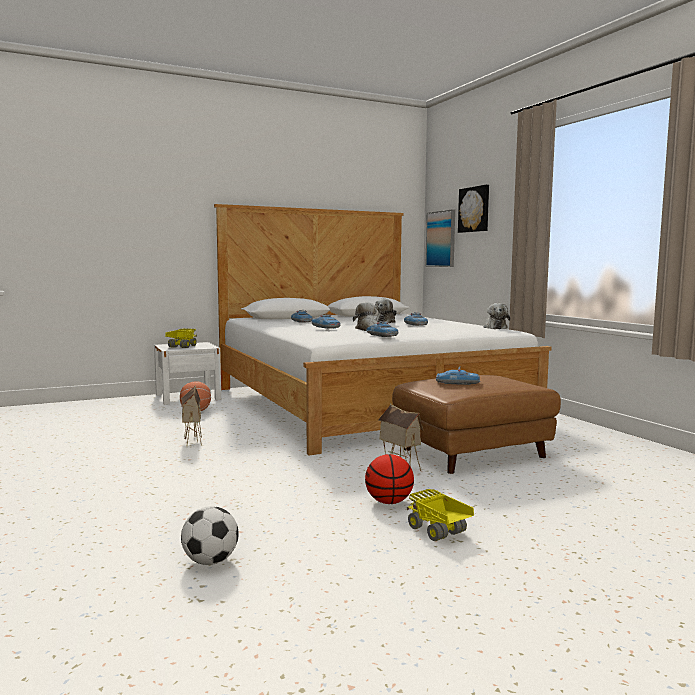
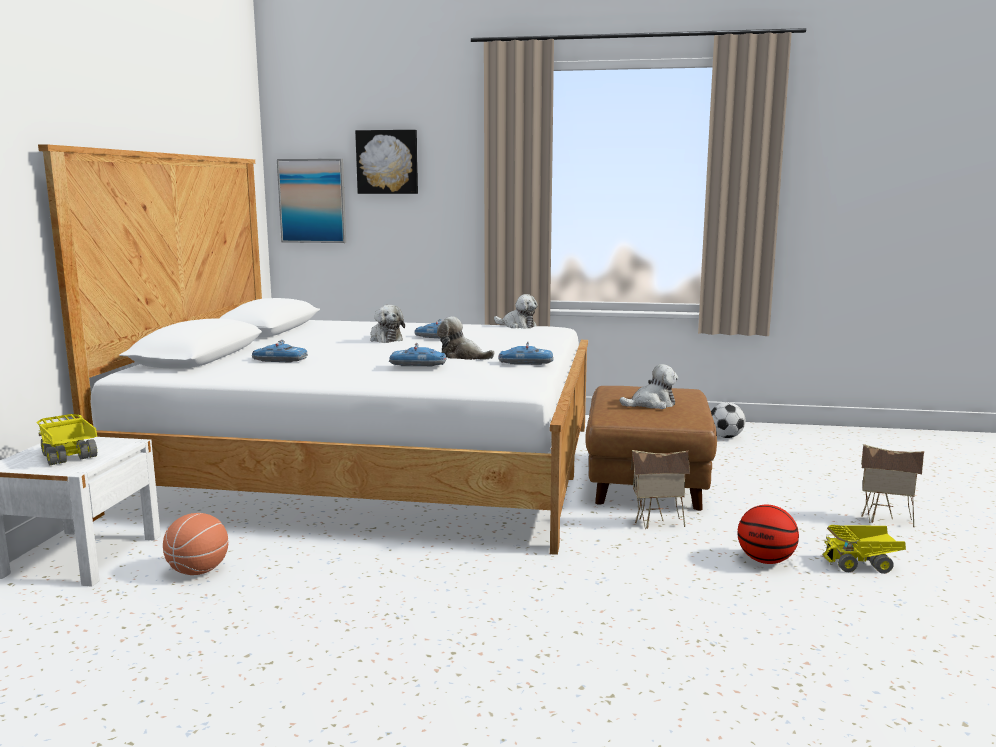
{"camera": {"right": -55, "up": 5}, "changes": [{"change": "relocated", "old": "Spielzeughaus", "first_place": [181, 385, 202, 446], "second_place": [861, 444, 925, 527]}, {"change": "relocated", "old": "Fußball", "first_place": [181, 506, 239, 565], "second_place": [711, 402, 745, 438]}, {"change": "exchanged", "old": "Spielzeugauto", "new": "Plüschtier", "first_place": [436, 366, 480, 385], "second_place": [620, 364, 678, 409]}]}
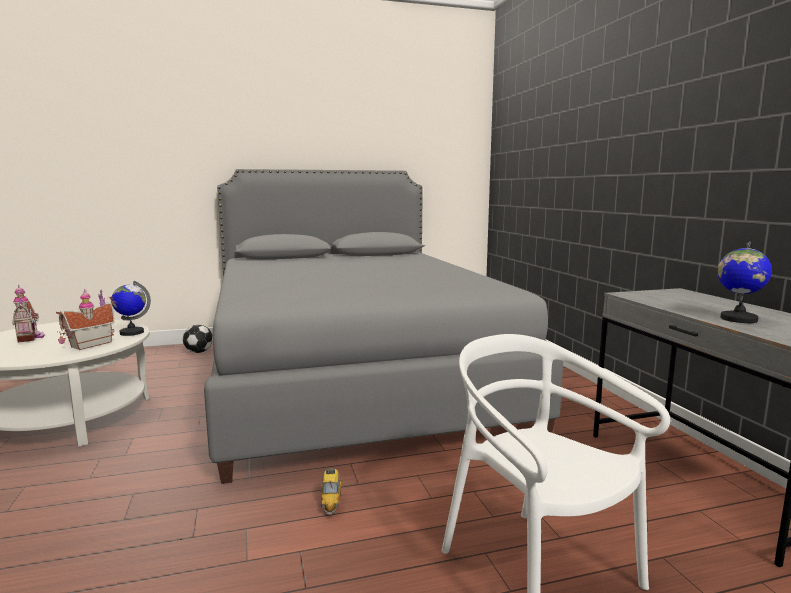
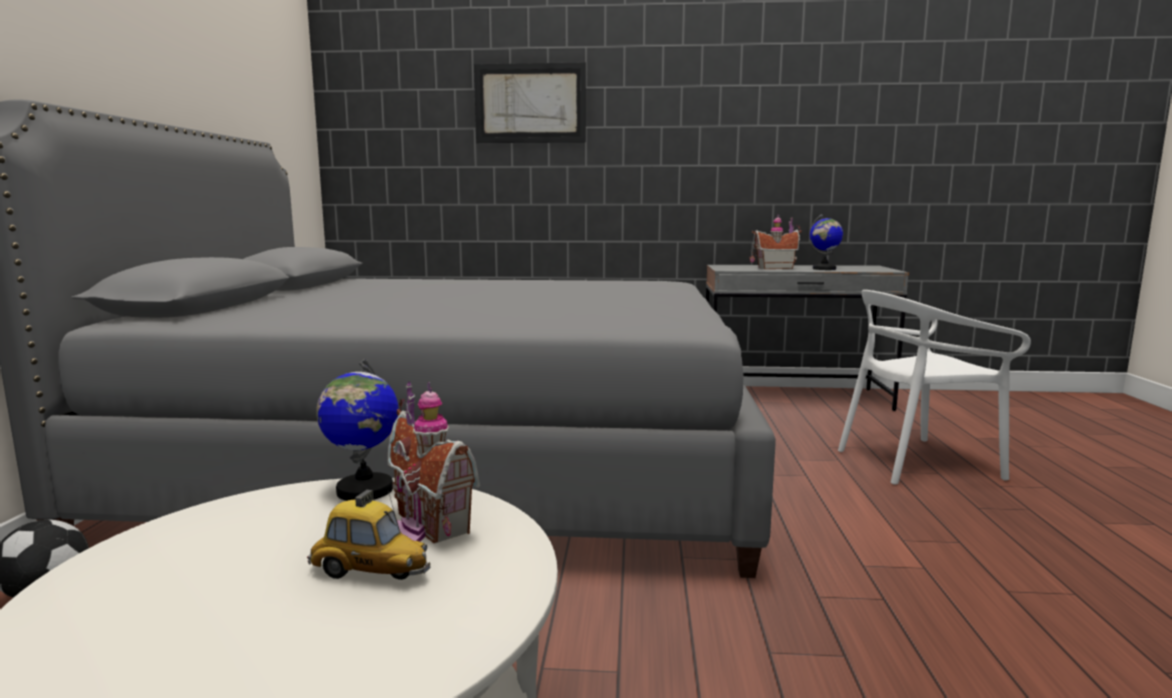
{"camera": {"right": -70, "up": 0}, "changes": [{"change": "relocated", "old": "Spielzeughaus", "first_place": [12, 285, 45, 343], "second_place": [750, 218, 802, 269]}, {"change": "relocated", "old": "Spielzeugauto", "first_place": [320, 468, 342, 515], "second_place": [307, 490, 430, 580]}, {"change": "appeared", "new": "Bild", "second_place": [474, 62, 586, 143]}]}
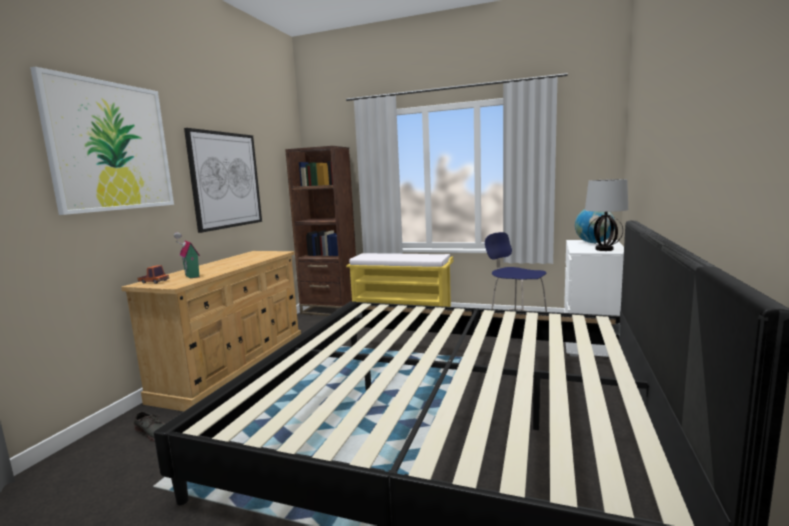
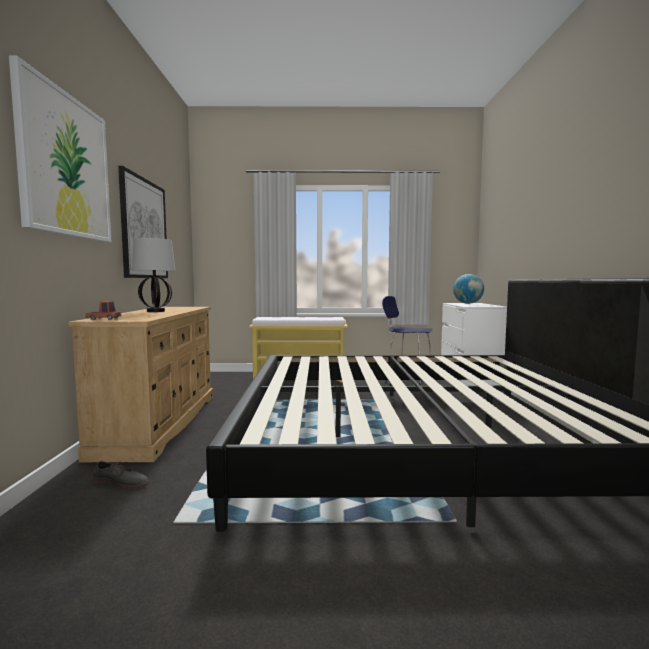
{"camera": {"right": -20, "up": -5}, "changes": [{"change": "missing", "old": "Spielzeughaus", "first_place": [174, 232, 200, 279]}, {"change": "missing", "old": "Bücherregal/braun", "first_place": [285, 146, 356, 316]}, {"change": "relocated", "old": "Tischlampe", "first_place": [585, 179, 628, 251], "second_place": [132, 238, 176, 312]}]}
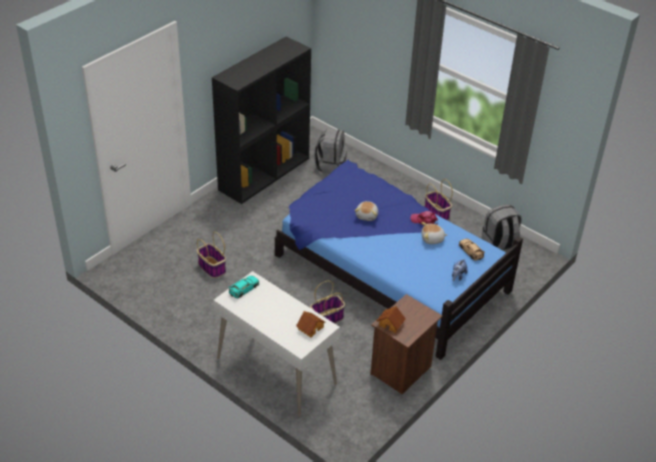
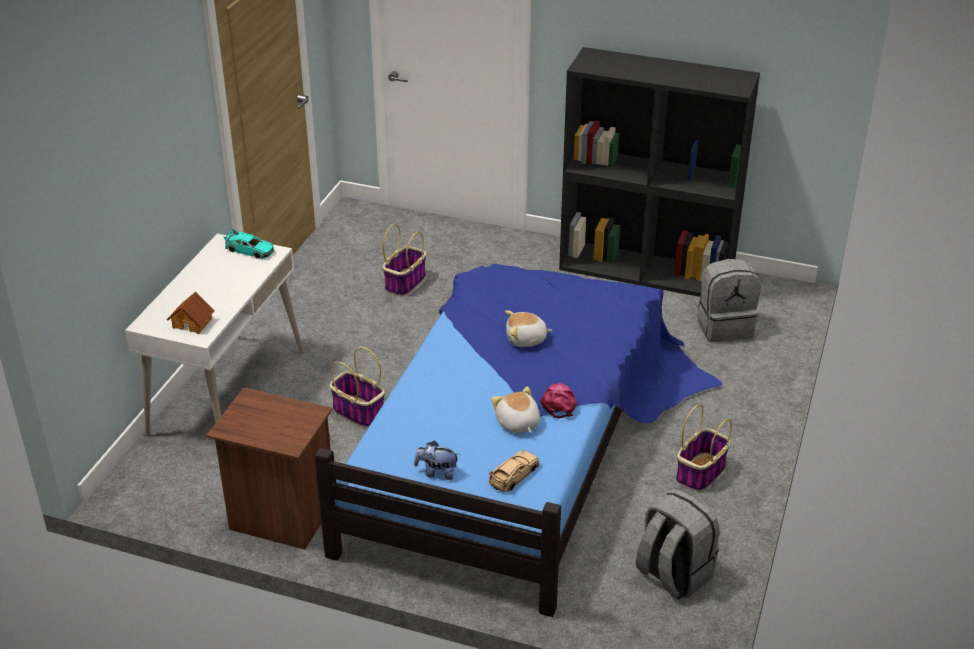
{"camera": {"right": 70, "up": -5}, "changes": [{"change": "missing", "old": "Spielzeughaus", "first_place": [377, 306, 406, 333]}]}
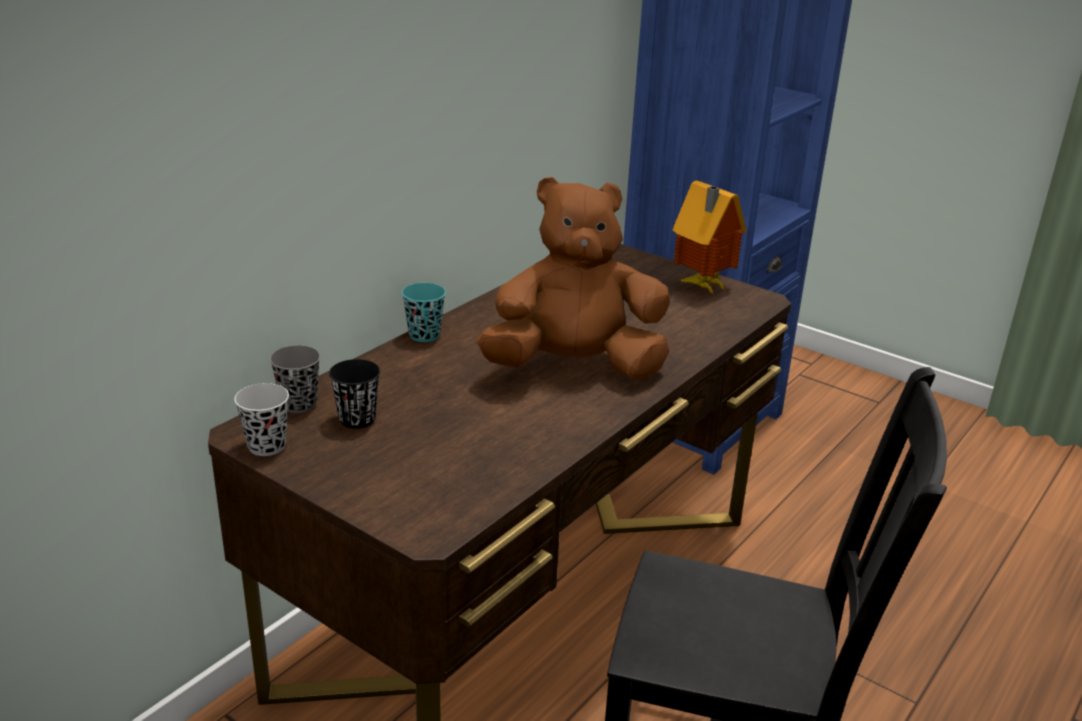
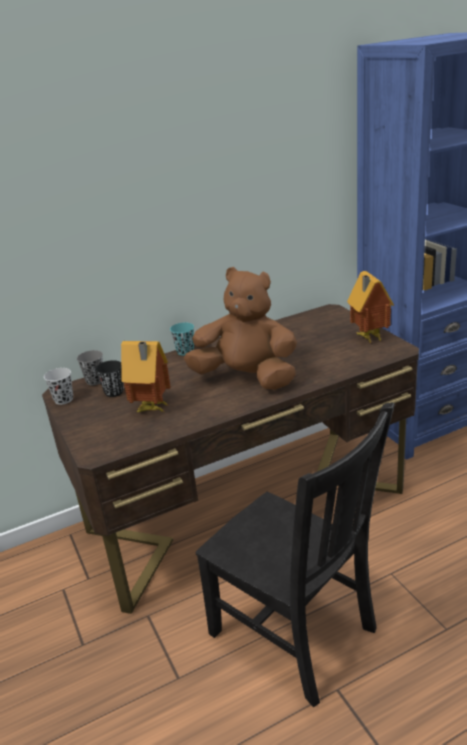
{"camera": {"right": 30, "up": 0}, "changes": [{"change": "appeared", "new": "Spielzeughaus", "second_place": [121, 341, 171, 412]}]}
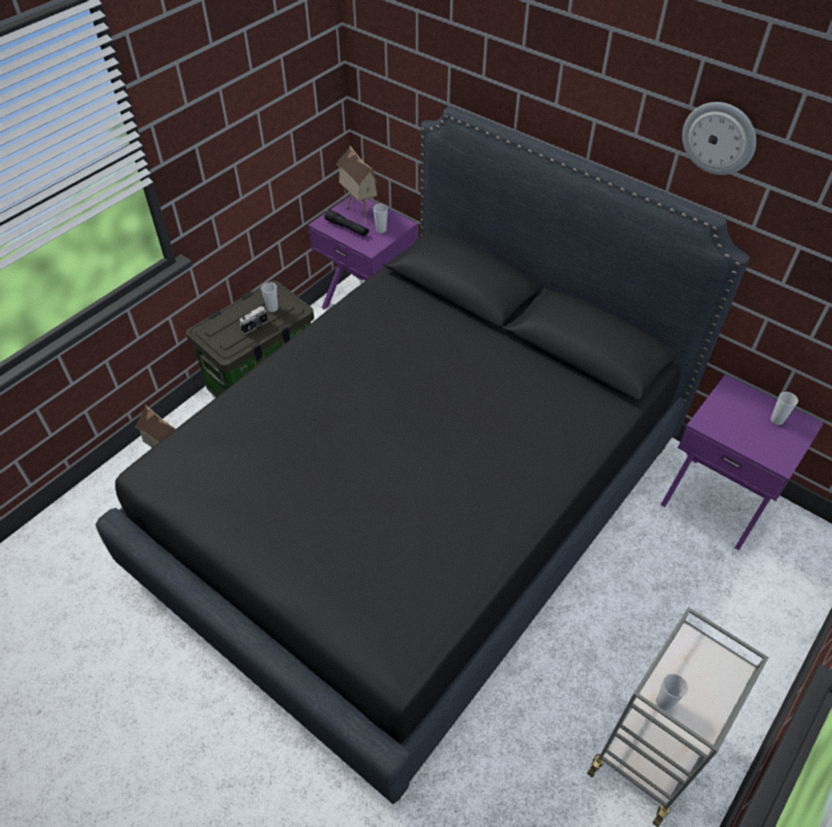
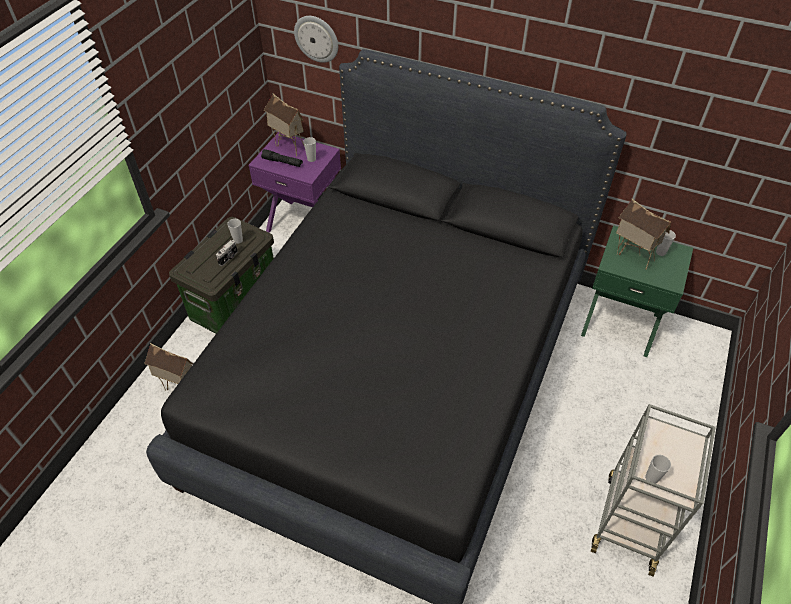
{"camera": {"right": -15, "up": 0}, "changes": [{"change": "colour", "old": "Nachttisch/lila", "new": "Nachttisch/grün", "first_place": [661, 374, 824, 550], "second_place": [581, 225, 693, 357]}, {"change": "relocated", "old": "Wanduhr", "first_place": [682, 102, 756, 175], "second_place": [294, 16, 338, 63]}, {"change": "appeared", "new": "Spielzeughaus", "second_place": [616, 199, 671, 270]}]}
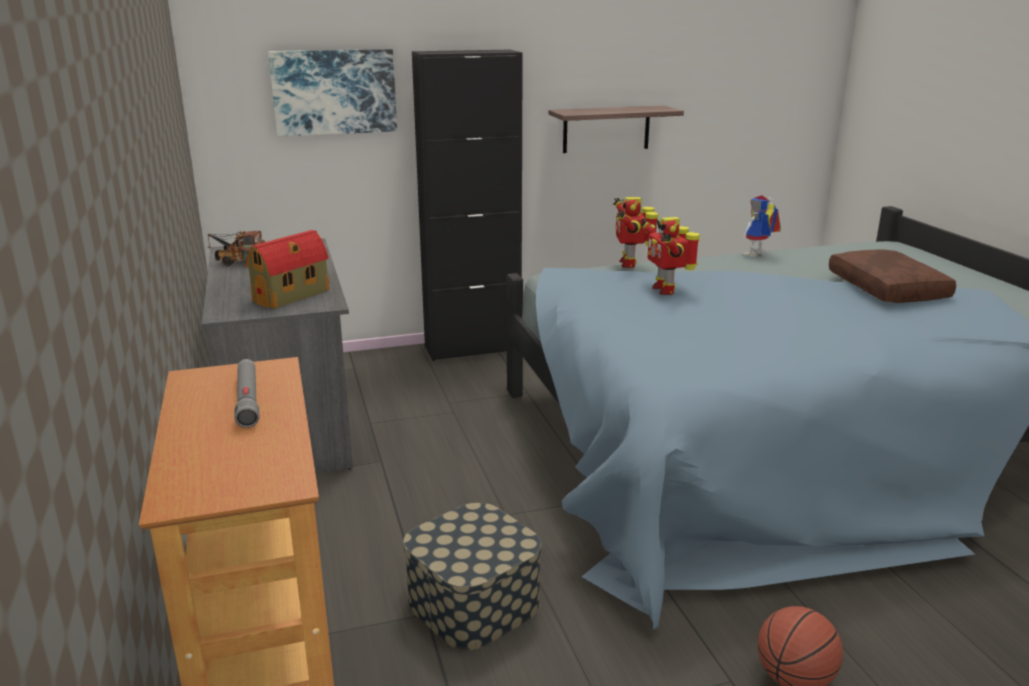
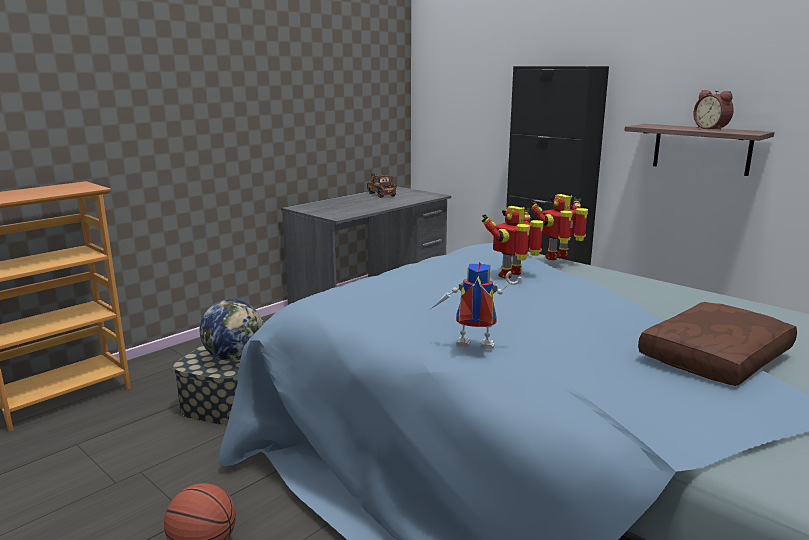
{"camera": {"right": 60, "up": -5}, "changes": [{"change": "missing", "old": "Taschenlampe/grau", "first_place": [234, 359, 259, 428]}, {"change": "missing", "old": "Spielzeughaus", "first_place": [246, 230, 330, 309]}, {"change": "missing", "old": "Bild", "first_place": [268, 49, 397, 136]}, {"change": "relocated", "old": "Spielzeugroboter", "first_place": [742, 196, 781, 258], "second_place": [429, 262, 521, 349]}, {"change": "appeared", "new": "Globus", "second_place": [199, 299, 263, 361]}, {"change": "appeared", "new": "Wecker", "second_place": [693, 90, 734, 130]}]}
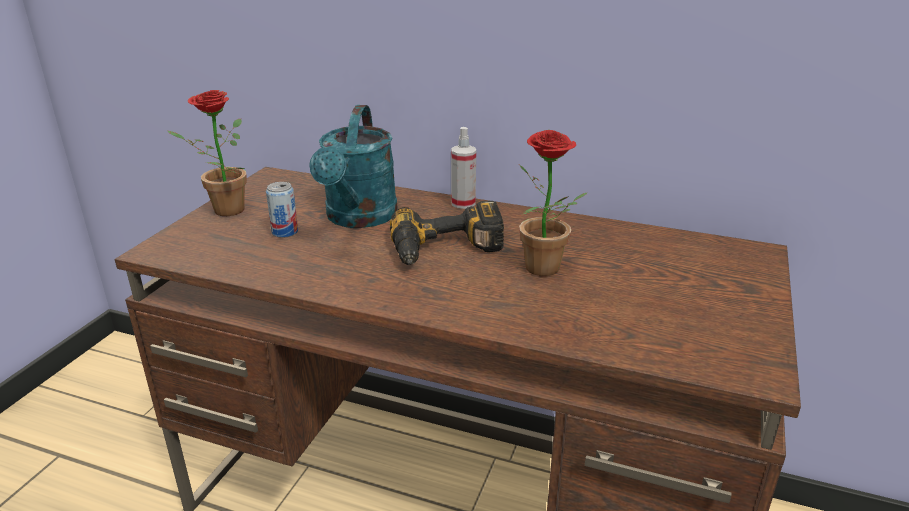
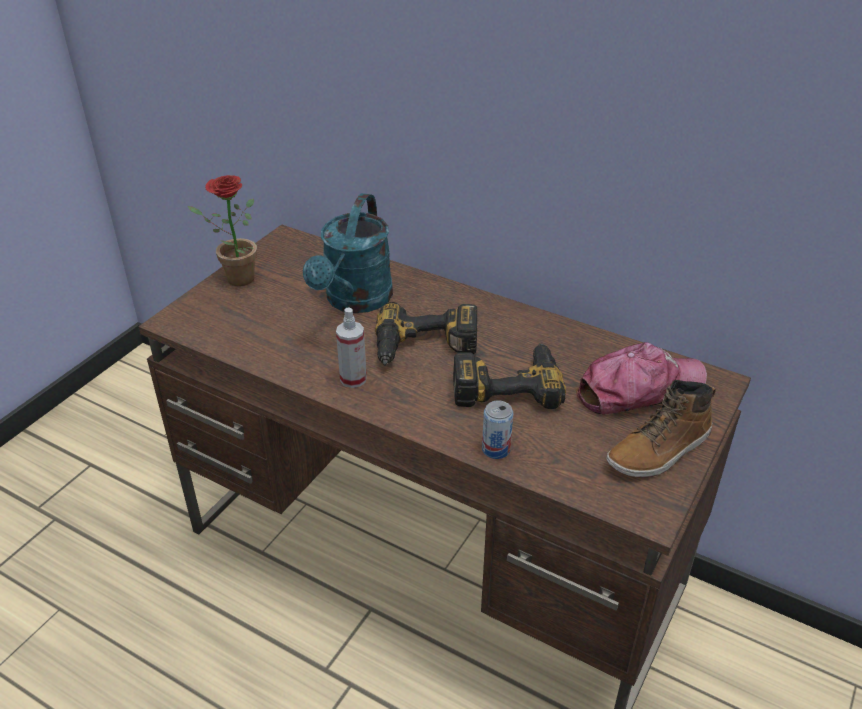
{"camera": {"right": 10, "up": 10}, "changes": [{"change": "relocated", "old": "Dose", "first_place": [266, 182, 298, 238], "second_place": [482, 400, 513, 459]}, {"change": "relocated", "old": "Sprühflasche", "first_place": [451, 127, 476, 209], "second_place": [336, 308, 367, 388]}, {"change": "exchanged", "old": "Topfpflanze", "new": "Bohrmaschine", "first_place": [519, 130, 587, 276], "second_place": [453, 343, 566, 409]}, {"change": "appeared", "new": "Kappe", "second_place": [576, 342, 707, 414]}, {"change": "appeared", "new": "Stiefel", "second_place": [606, 380, 716, 478]}]}
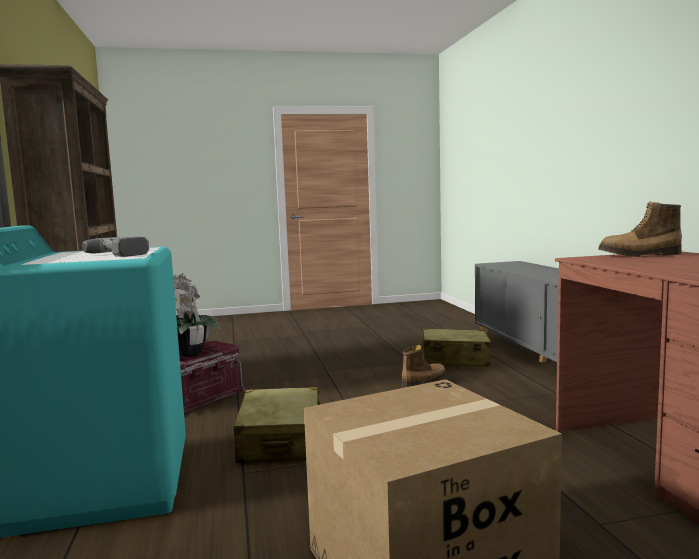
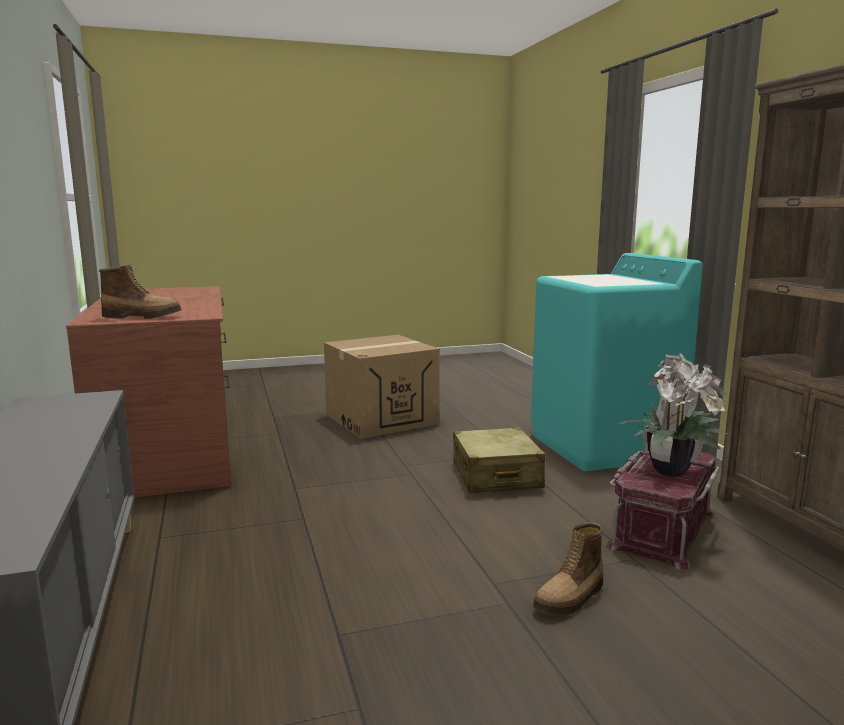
{"camera": {"right": 175, "up": 5}, "changes": [{"change": "missing", "old": "Bohrmaschine", "first_place": [82, 237, 149, 257]}, {"change": "relocated", "old": "Stiefel", "first_place": [401, 345, 446, 388], "second_place": [533, 522, 603, 615]}, {"change": "missing", "old": "Koffer/beige", "first_place": [420, 328, 491, 367]}]}
